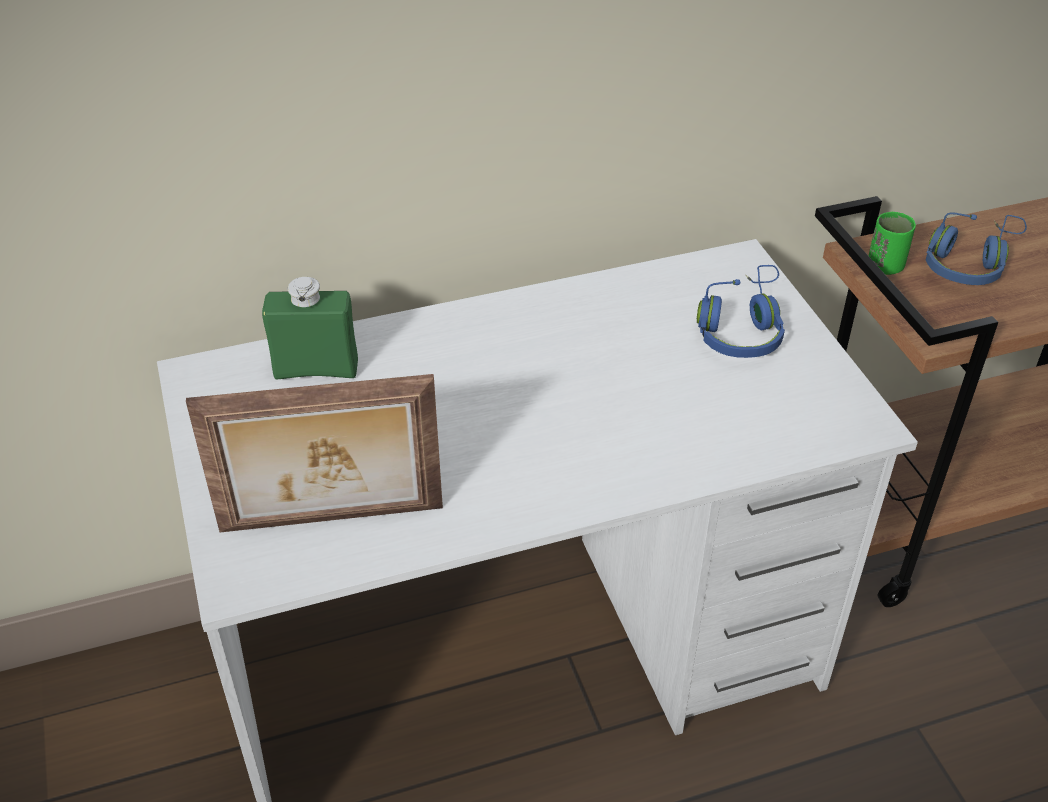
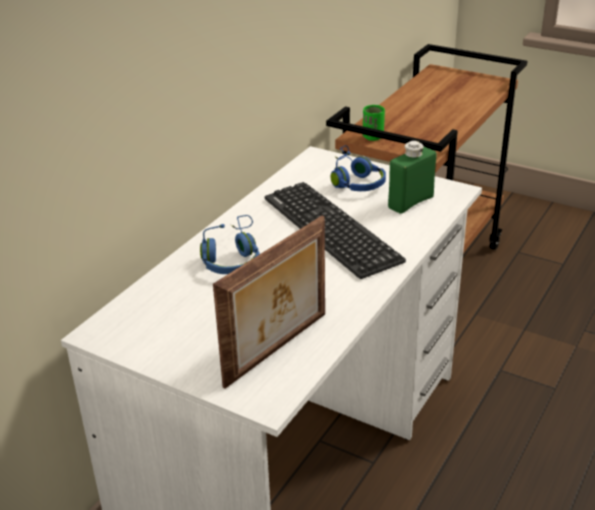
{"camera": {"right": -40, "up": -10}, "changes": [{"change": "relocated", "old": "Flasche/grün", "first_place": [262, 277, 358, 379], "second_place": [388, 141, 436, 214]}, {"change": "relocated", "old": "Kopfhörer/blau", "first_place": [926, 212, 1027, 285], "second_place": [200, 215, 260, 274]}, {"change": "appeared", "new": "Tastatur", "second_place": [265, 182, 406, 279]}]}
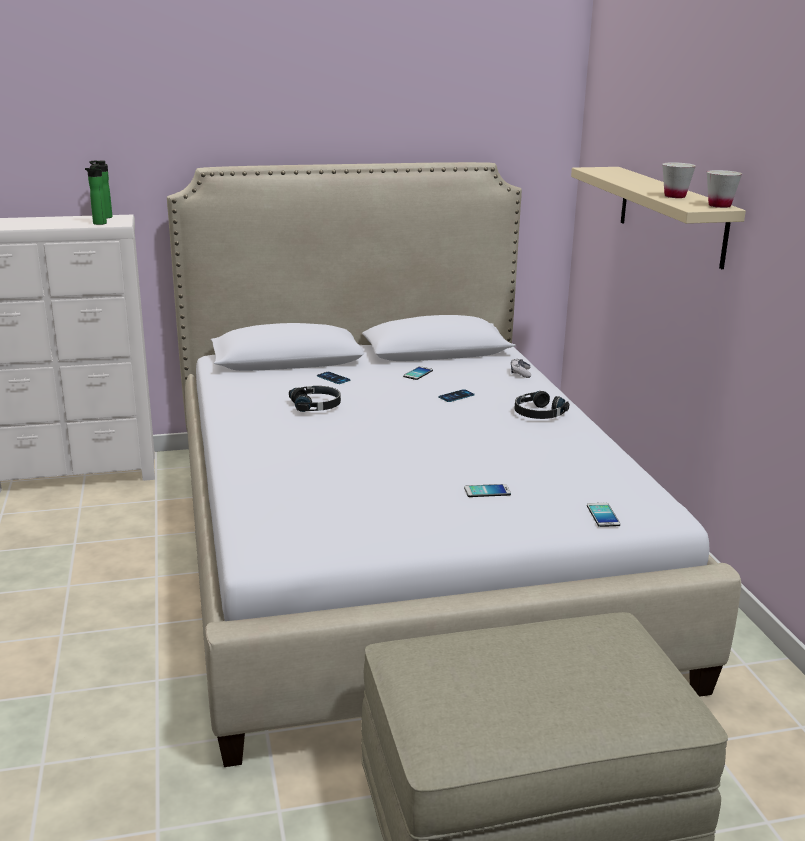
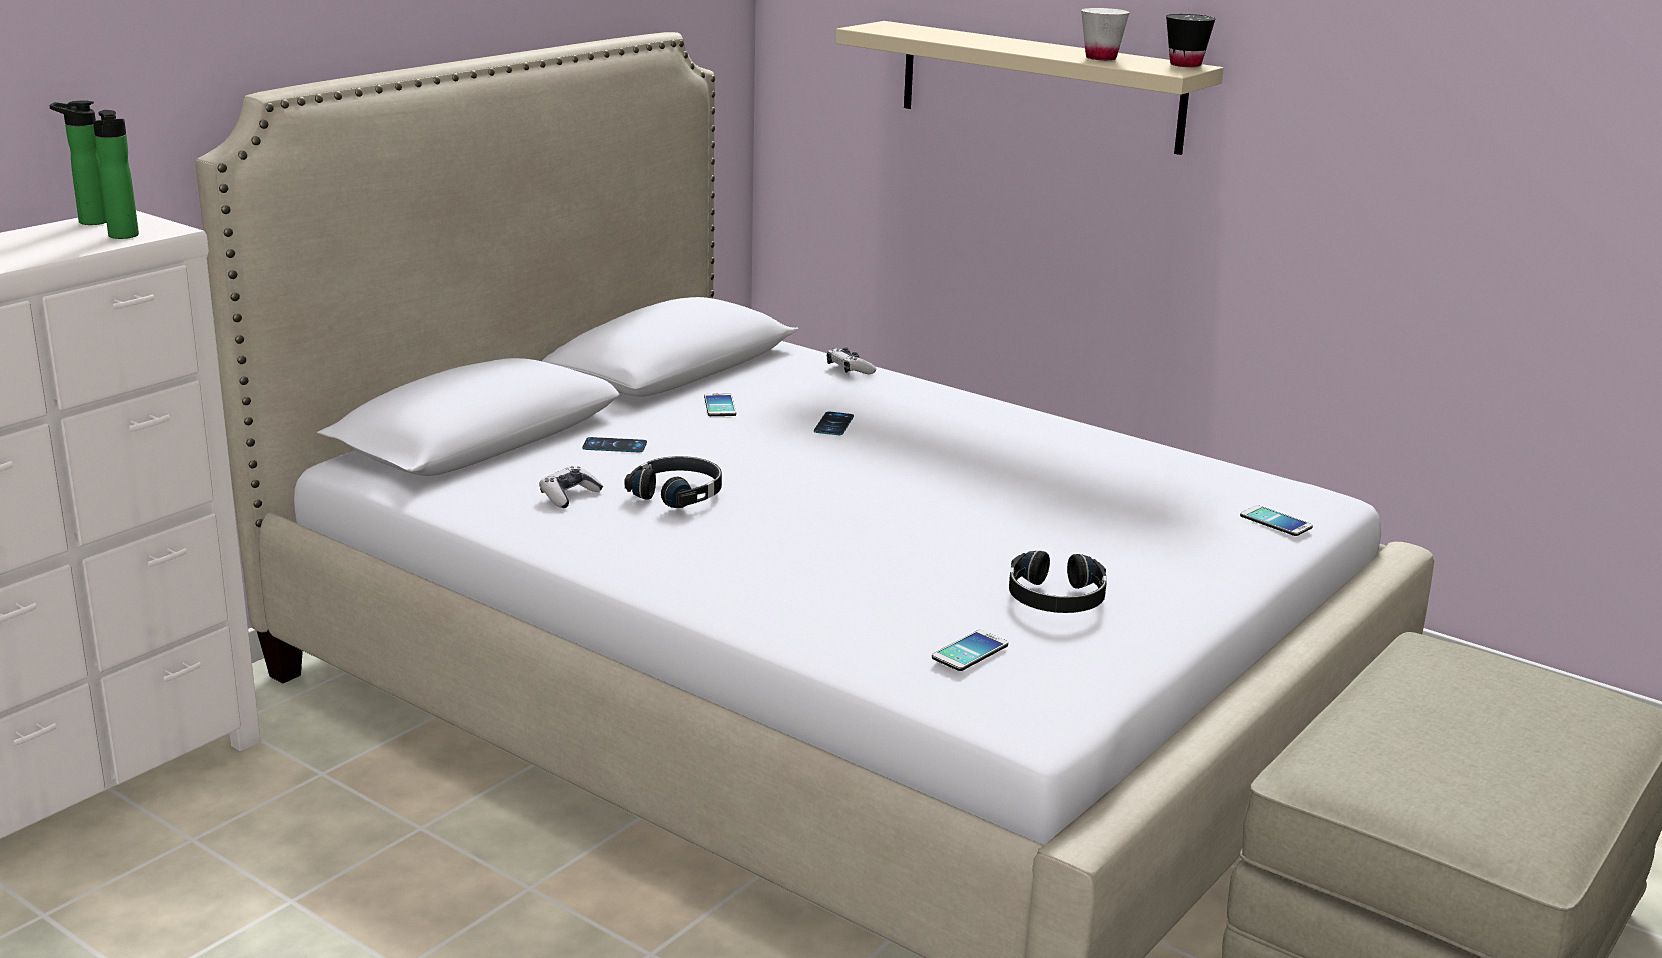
{"camera": {"right": -40, "up": 0}, "changes": [{"change": "relocated", "old": "Handy", "first_place": [464, 484, 511, 497], "second_place": [932, 630, 1008, 671]}, {"change": "relocated", "old": "Kopfhörer/schwarz", "first_place": [514, 391, 569, 419], "second_place": [1009, 551, 1107, 613]}, {"change": "colour", "old": "Tasse/weiß", "new": "Tasse/schwarz", "first_place": [707, 170, 742, 208], "second_place": [1166, 14, 1216, 67]}, {"change": "appeared", "new": "Gamepad", "second_place": [539, 466, 604, 508]}]}
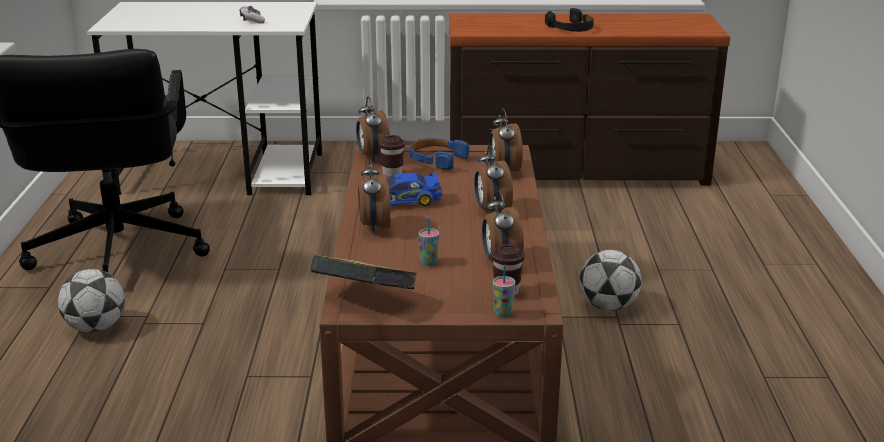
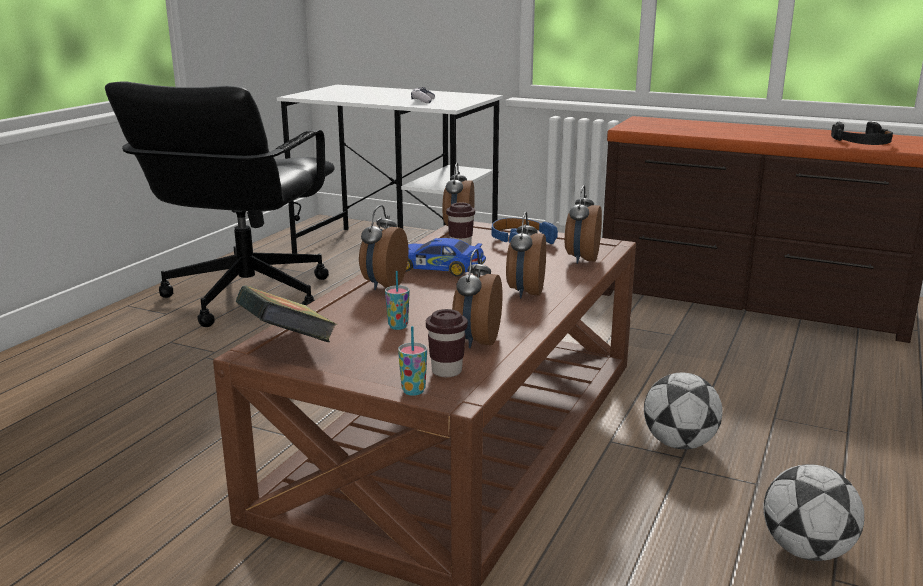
{"camera": {"right": 25, "up": -5}, "changes": [{"change": "relocated", "old": "Fußball", "first_place": [58, 269, 125, 333], "second_place": [763, 464, 864, 561]}, {"change": "relocated", "old": "Kopfhörer/schwarz", "first_place": [545, 8, 594, 32], "second_place": [831, 121, 893, 145]}]}
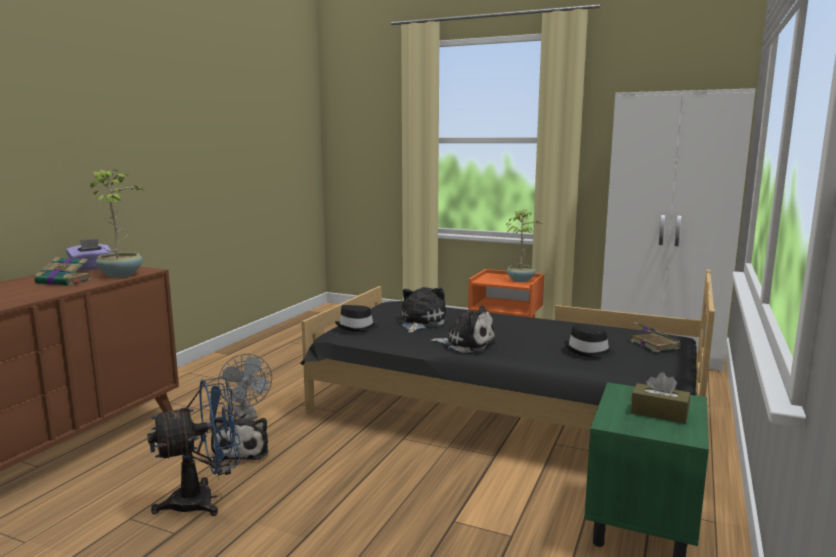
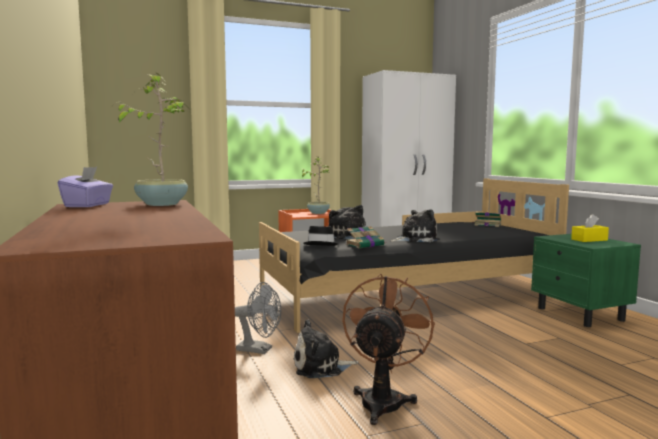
{"camera": {"right": -45, "up": -5}, "changes": [{"change": "relocated", "old": "Buch", "first_place": [34, 257, 93, 286], "second_place": [345, 226, 385, 248]}, {"change": "colour", "old": "Ventilator/blau", "new": "Ventilator/braun", "first_place": [147, 377, 241, 516], "second_place": [342, 274, 435, 425]}, {"change": "spun", "old": "Plüschtier", "first_place": [211, 417, 268, 464], "second_place": [294, 319, 358, 378], "degrees": 135}, {"change": "missing", "old": "Hut/schwarz", "first_place": [564, 324, 615, 358]}, {"change": "colour", "old": "Taschentuchbox/braun", "new": "Taschentuchbox/gelb", "first_place": [631, 372, 690, 424], "second_place": [571, 214, 609, 242]}]}
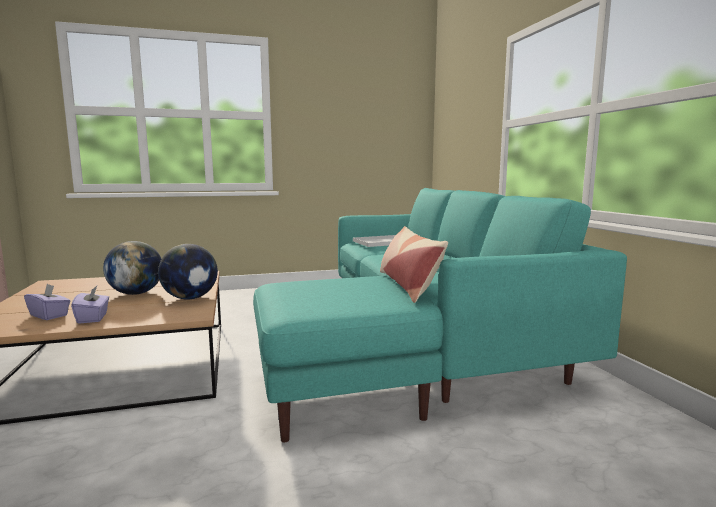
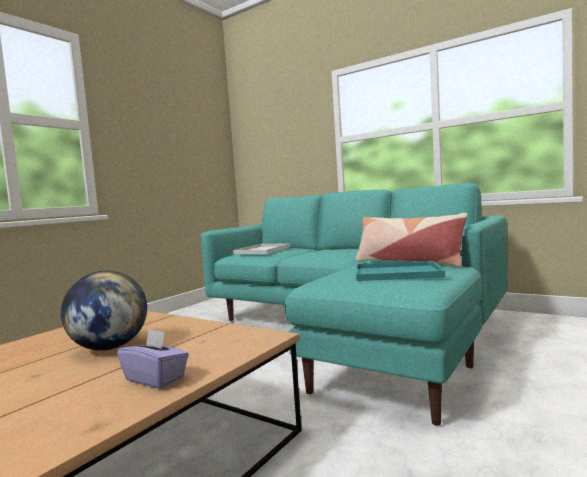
{"camera": {"right": -40, "up": -5}, "changes": [{"change": "missing", "old": "Taschentuchbox/lila", "first_place": [24, 284, 70, 320]}, {"change": "missing", "old": "Globus", "first_place": [158, 244, 218, 300]}, {"change": "appeared", "new": "Tablett/türkis", "second_place": [356, 261, 445, 281]}]}
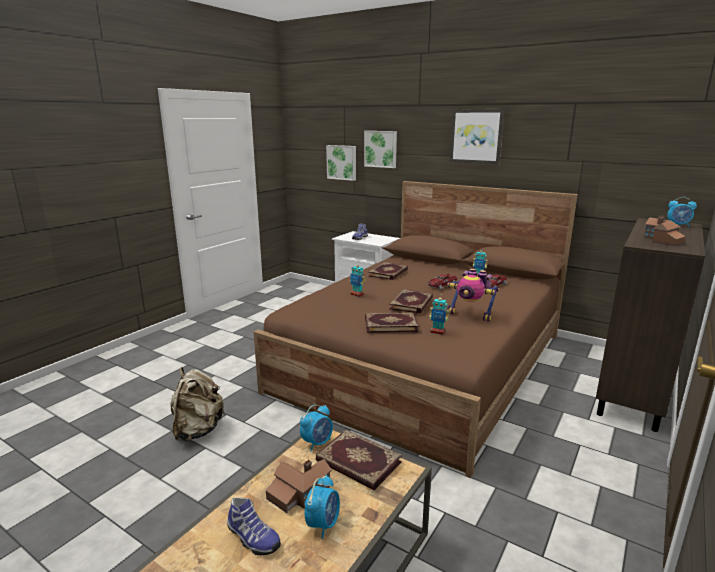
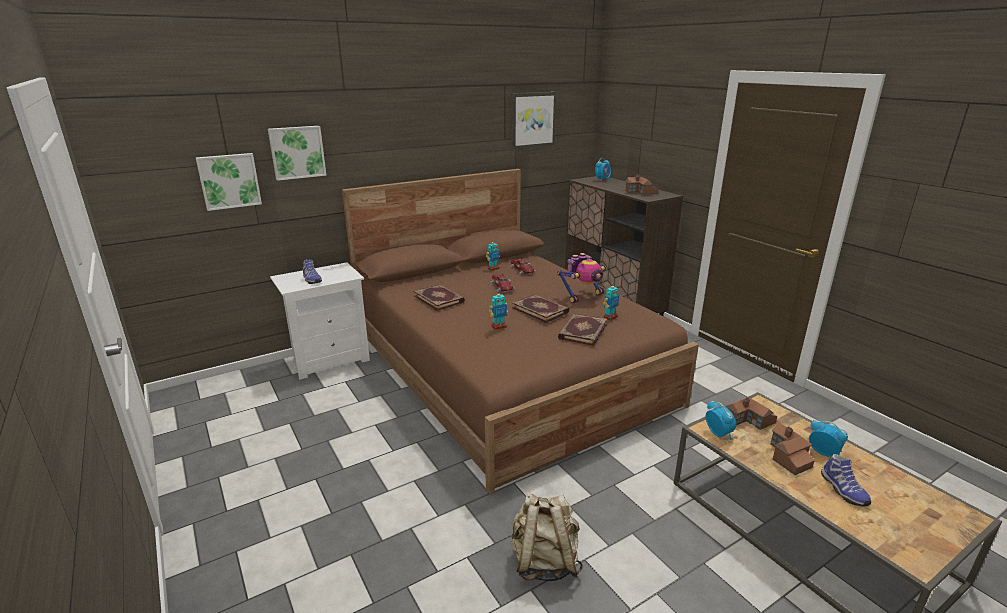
{"camera": {"right": -65, "up": 5}, "changes": [{"change": "spun", "old": "Schuh", "first_place": [227, 497, 281, 556], "second_place": [821, 454, 871, 507], "degrees": 105}, {"change": "exchanged", "old": "Buch", "new": "Spielzeughaus", "first_place": [316, 430, 402, 490], "second_place": [726, 397, 778, 430]}, {"change": "relocated", "old": "Bild", "first_place": [450, 109, 505, 164], "second_place": [512, 92, 557, 149]}]}
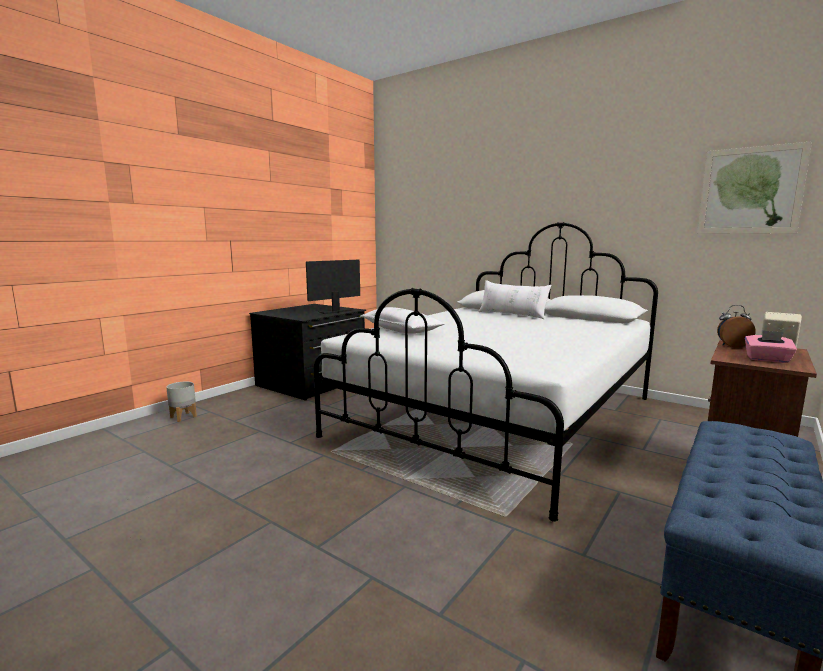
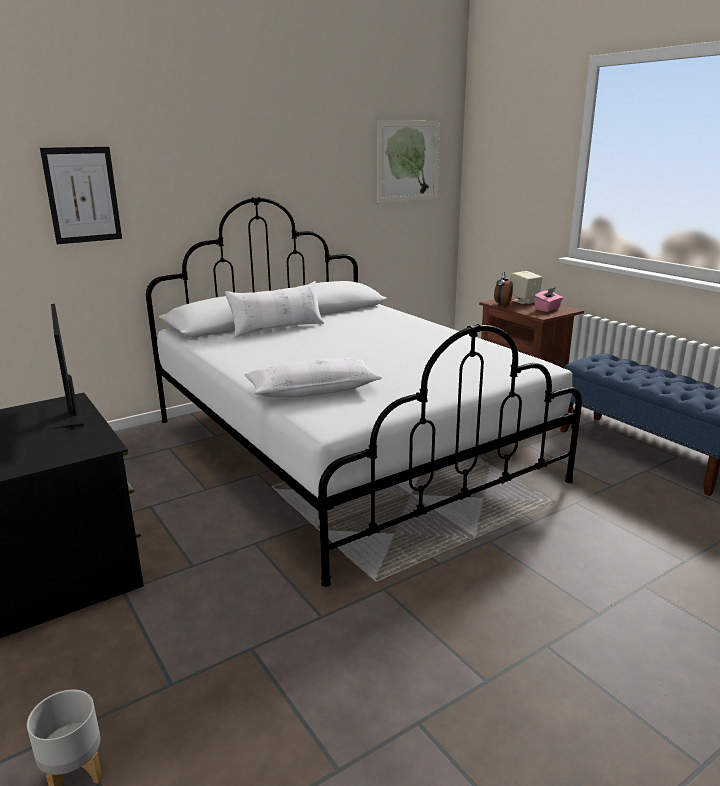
{"camera": {"right": -70, "up": 10}, "changes": [{"change": "appeared", "new": "Bild", "second_place": [40, 147, 122, 244]}]}
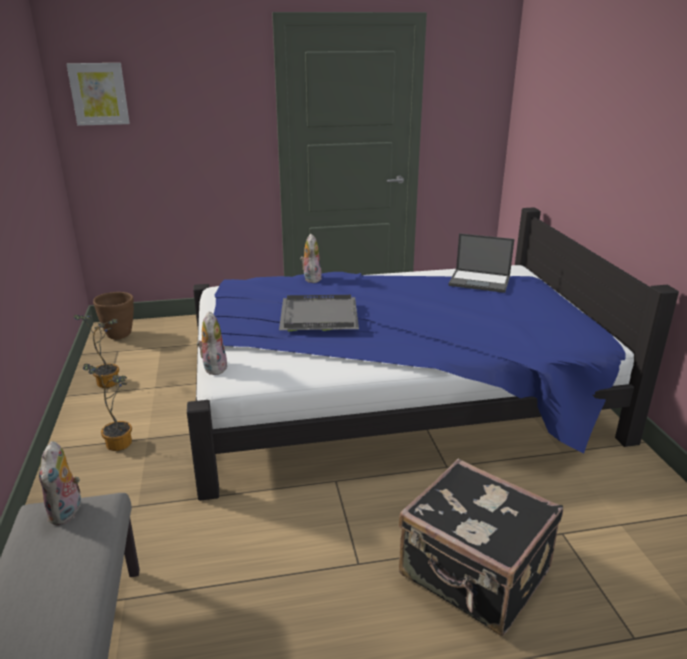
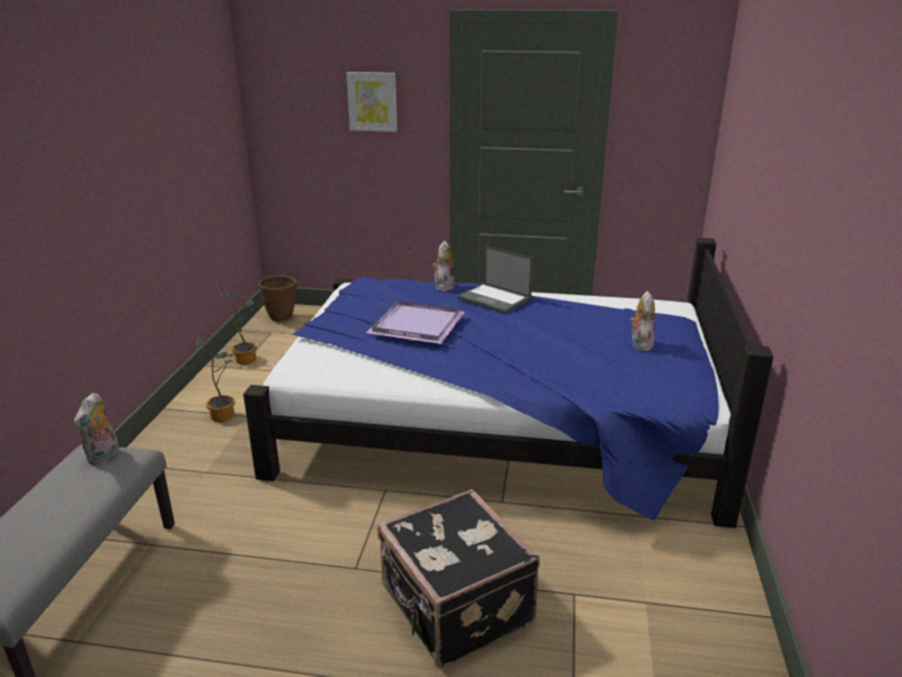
{"camera": {"right": 20, "up": 0}, "changes": [{"change": "relocated", "old": "Bild", "first_place": [66, 63, 130, 126], "second_place": [346, 72, 397, 132]}, {"change": "relocated", "old": "Plüschtier", "first_place": [197, 311, 228, 375], "second_place": [630, 291, 655, 351]}, {"change": "colour", "old": "Tablett/grau", "new": "Tablett/lila", "first_place": [279, 295, 359, 331], "second_place": [366, 300, 465, 344]}, {"change": "relocated", "old": "Laptop", "first_place": [448, 233, 515, 293], "second_place": [457, 246, 533, 314]}]}
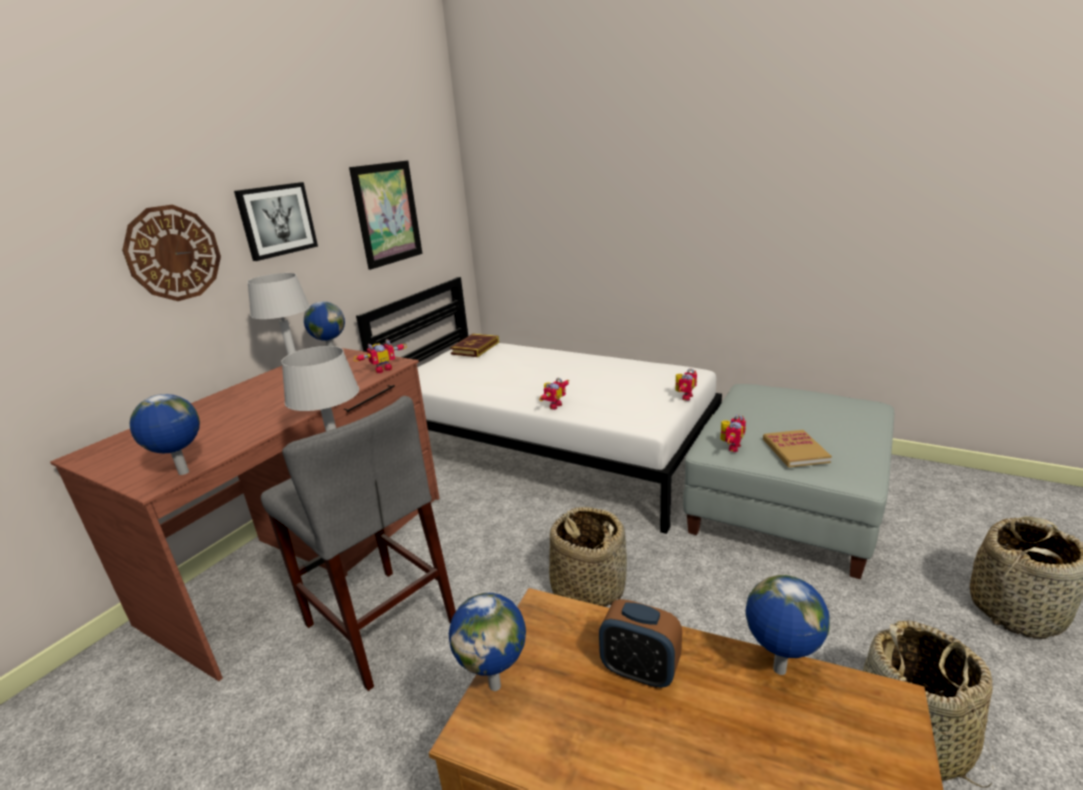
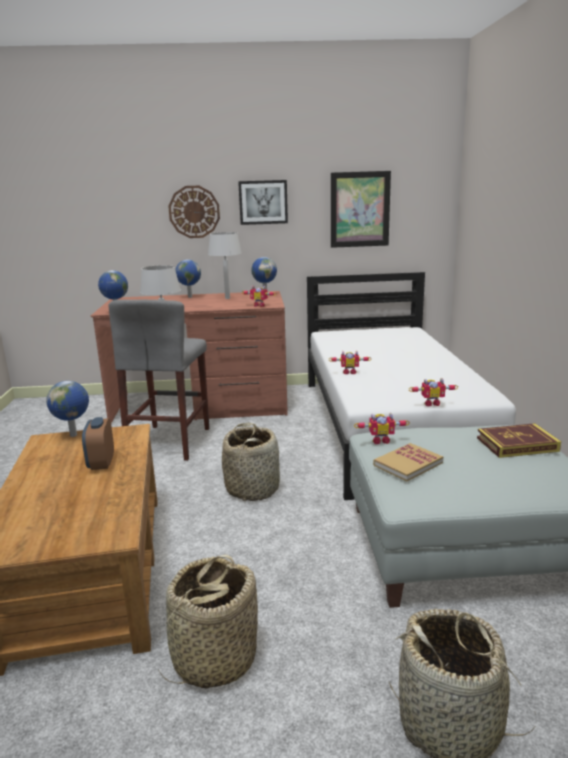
{"camera": {"right": 55, "up": -5}, "changes": [{"change": "relocated", "old": "Buch", "first_place": [450, 334, 499, 357], "second_place": [477, 423, 561, 458]}, {"change": "relocated", "old": "Globus", "first_place": [746, 575, 830, 675], "second_place": [175, 260, 201, 298]}]}
